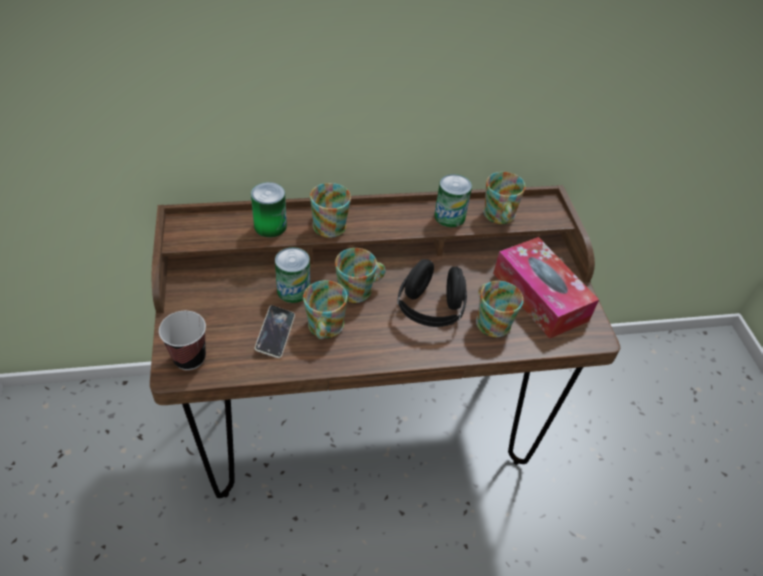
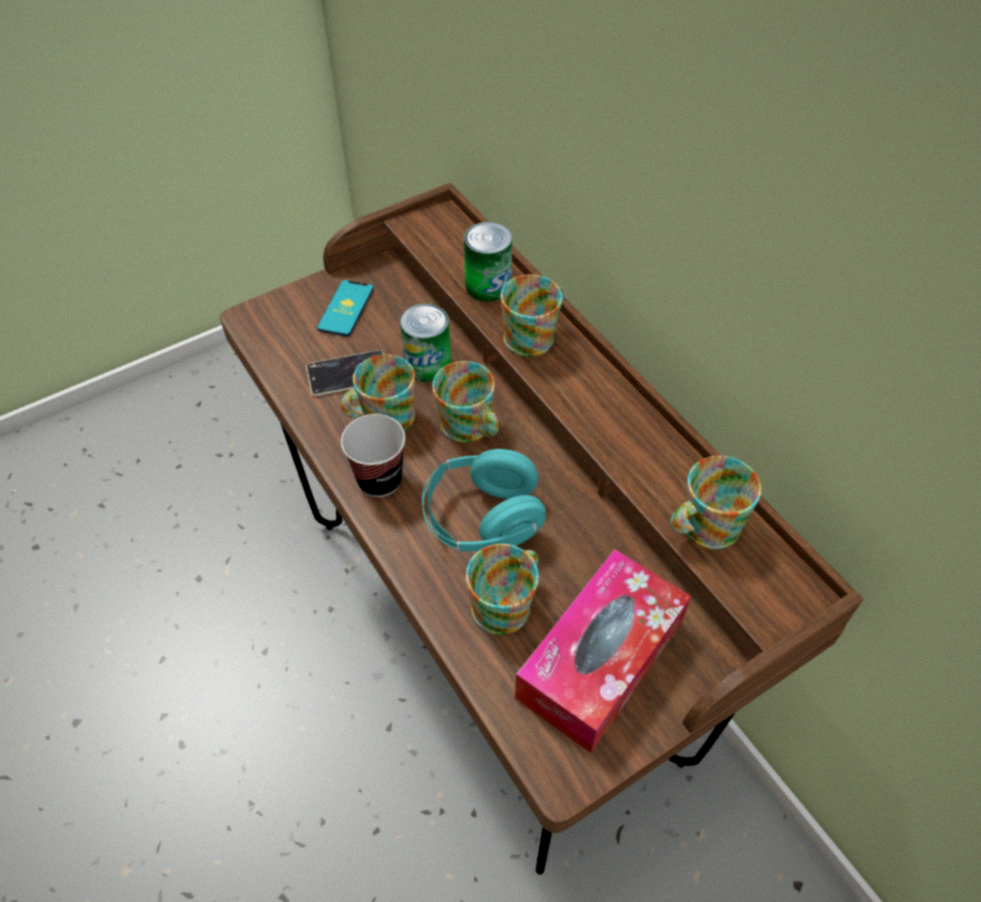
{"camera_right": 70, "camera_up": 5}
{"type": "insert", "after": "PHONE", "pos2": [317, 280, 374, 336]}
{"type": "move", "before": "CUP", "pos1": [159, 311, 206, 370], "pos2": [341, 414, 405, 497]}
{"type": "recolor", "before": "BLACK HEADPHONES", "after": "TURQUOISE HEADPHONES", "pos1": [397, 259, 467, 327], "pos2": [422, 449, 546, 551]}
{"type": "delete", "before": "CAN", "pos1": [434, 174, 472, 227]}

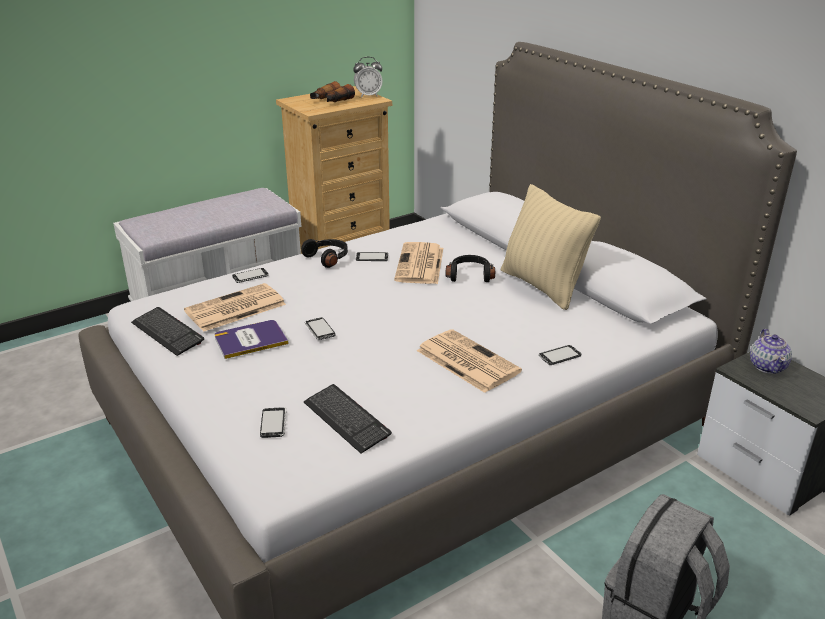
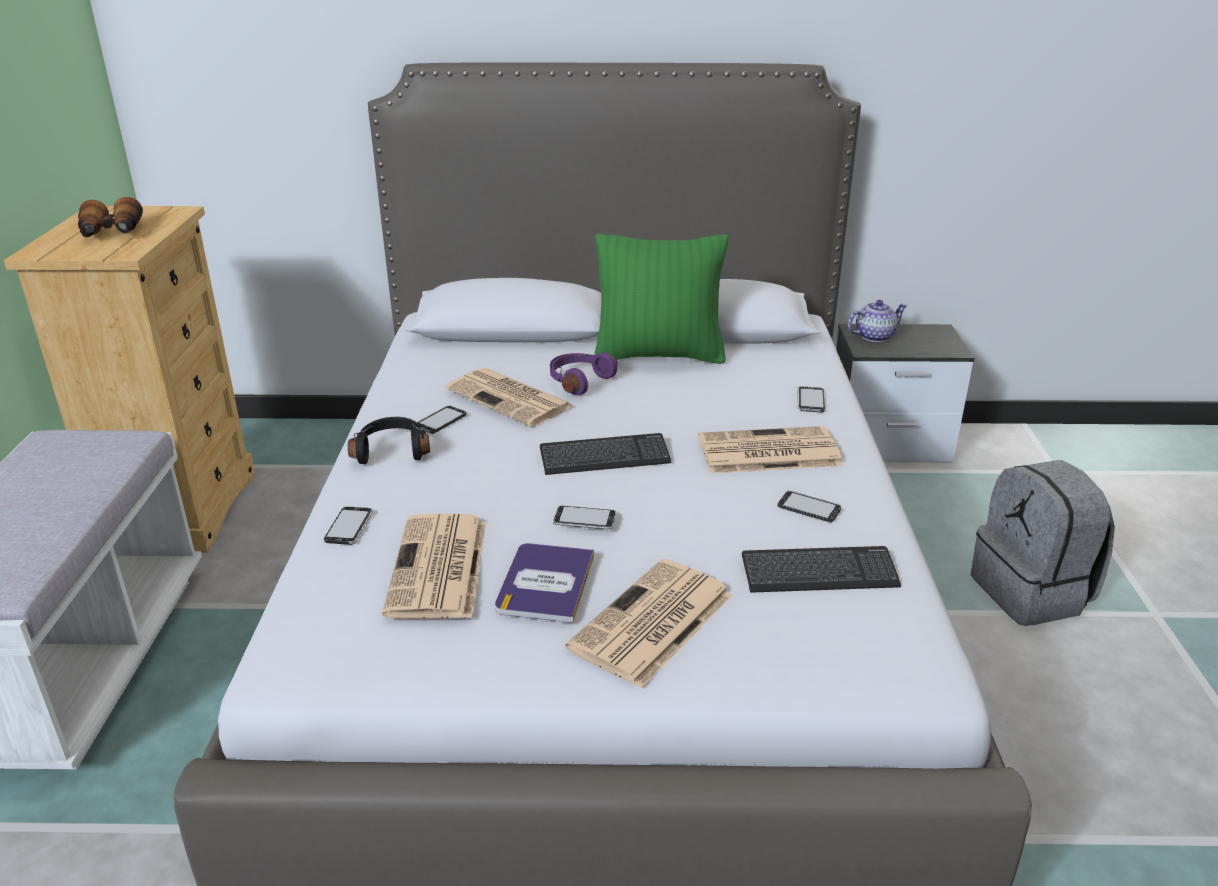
{"camera_right": -55, "camera_up": 0}
{"type": "move", "before": "KEYBOARD", "pos1": [131, 307, 204, 356], "pos2": [540, 433, 671, 475]}
{"type": "recolor", "before": "BLACK HEADPHONES", "after": "PURPLE HEADPHONES", "pos1": [445, 255, 495, 282], "pos2": [550, 352, 618, 396]}
{"type": "insert", "after": "NEWSPAPER", "pos2": [565, 559, 732, 688]}
{"type": "recolor", "before": "BEIGE PILLOW", "after": "GREEN PILLOW", "pos1": [501, 184, 601, 310], "pos2": [594, 234, 728, 364]}
{"type": "move", "before": "PHONE", "pos1": [260, 407, 286, 438], "pos2": [778, 490, 842, 522]}
{"type": "rotate", "before": "TEAPOT", "pos1": [750, 329, 792, 374], "pos2": [848, 300, 907, 342], "turn": -60}
{"type": "delete", "before": "ALARM CLOCK", "pos1": [353, 57, 382, 98]}

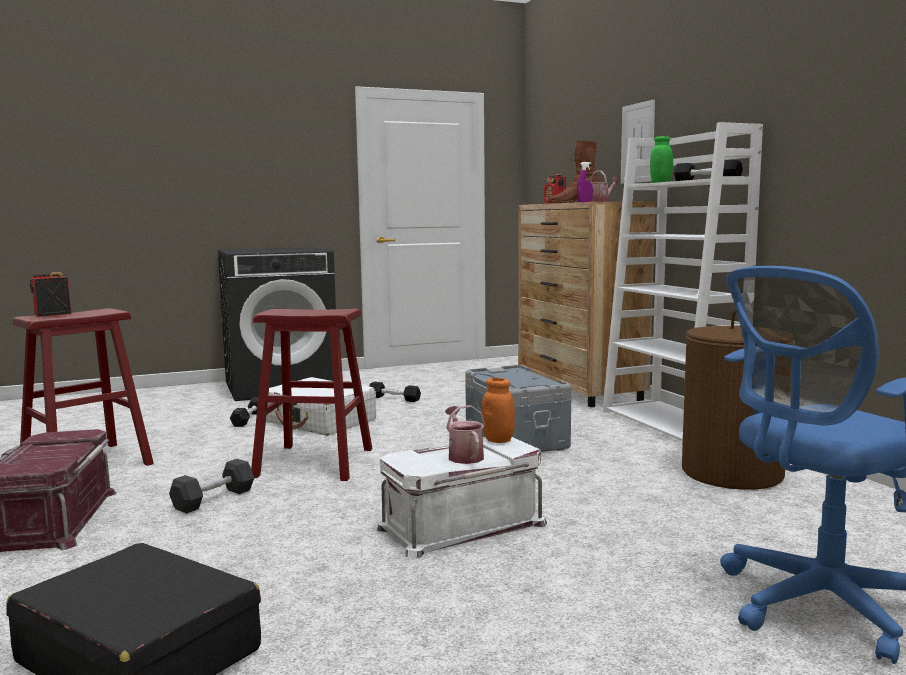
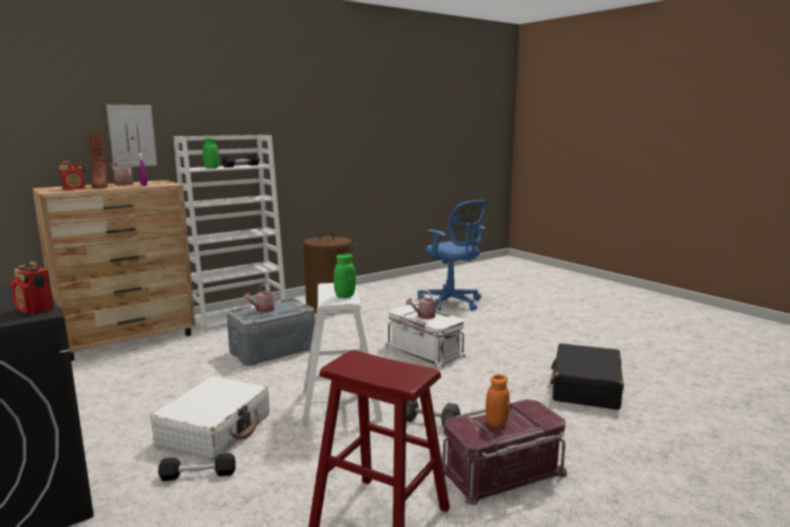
{"camera_right": -105, "camera_up": 5}
{"type": "move", "before": "RADIO", "pos1": [30, 272, 71, 317], "pos2": [10, 261, 54, 314]}
{"type": "insert", "after": "WATERING CAN", "pos2": [243, 284, 280, 313]}
{"type": "recolor", "before": "RED STOOL", "after": "WHITE STOOL", "pos1": [251, 309, 372, 481], "pos2": [302, 283, 383, 427]}
{"type": "insert", "after": "GREEN JAR", "pos2": [334, 254, 356, 298]}
{"type": "move", "before": "ORANGE JAR", "pos1": [482, 378, 515, 443], "pos2": [486, 374, 510, 428]}
{"type": "delete", "before": "BLACK DUMBBELL", "pos1": [369, 382, 421, 402]}

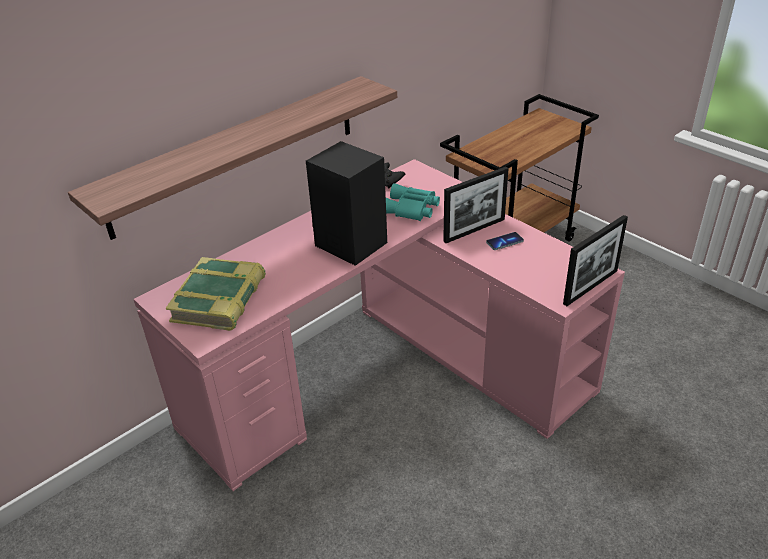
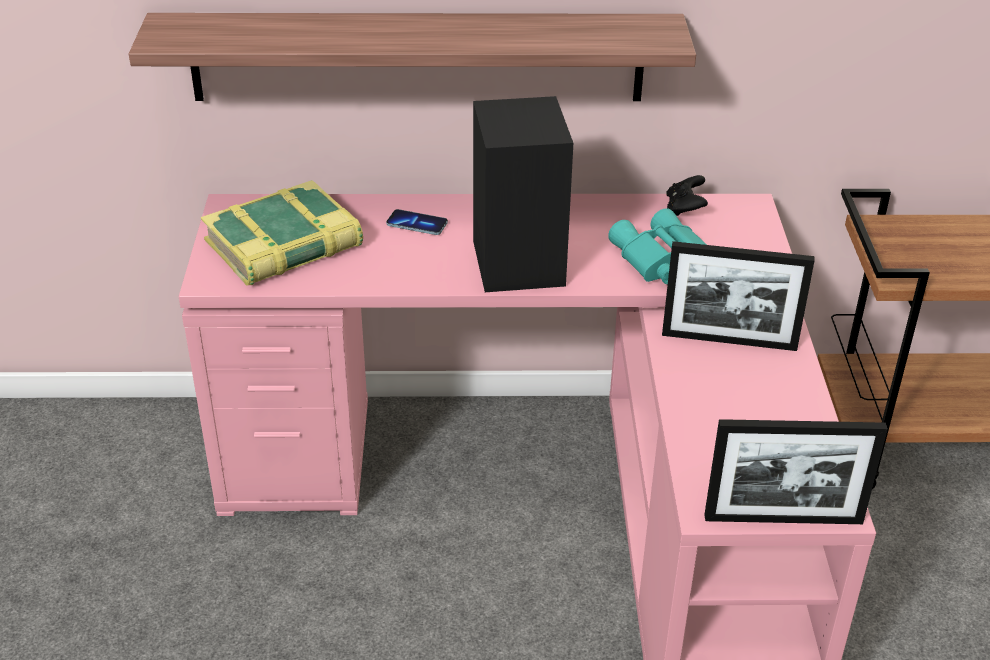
{"camera_right": 40, "camera_up": 0}
{"type": "move", "before": "PHONE", "pos1": [486, 232, 524, 250], "pos2": [386, 209, 448, 235]}

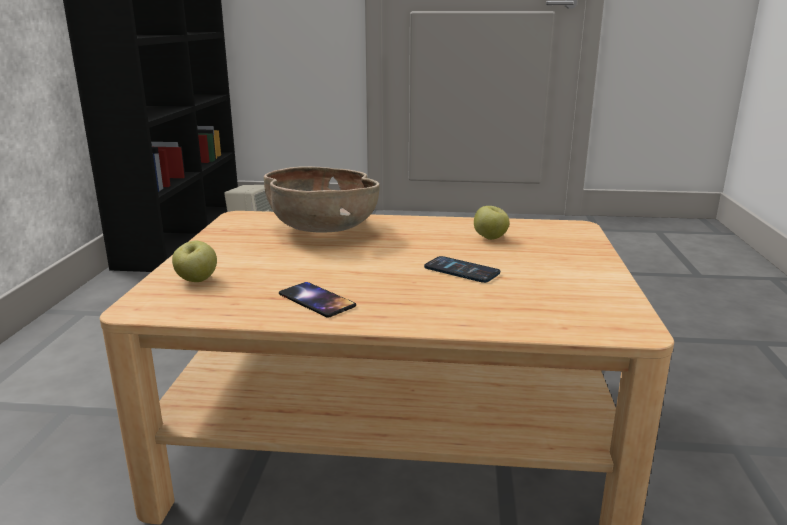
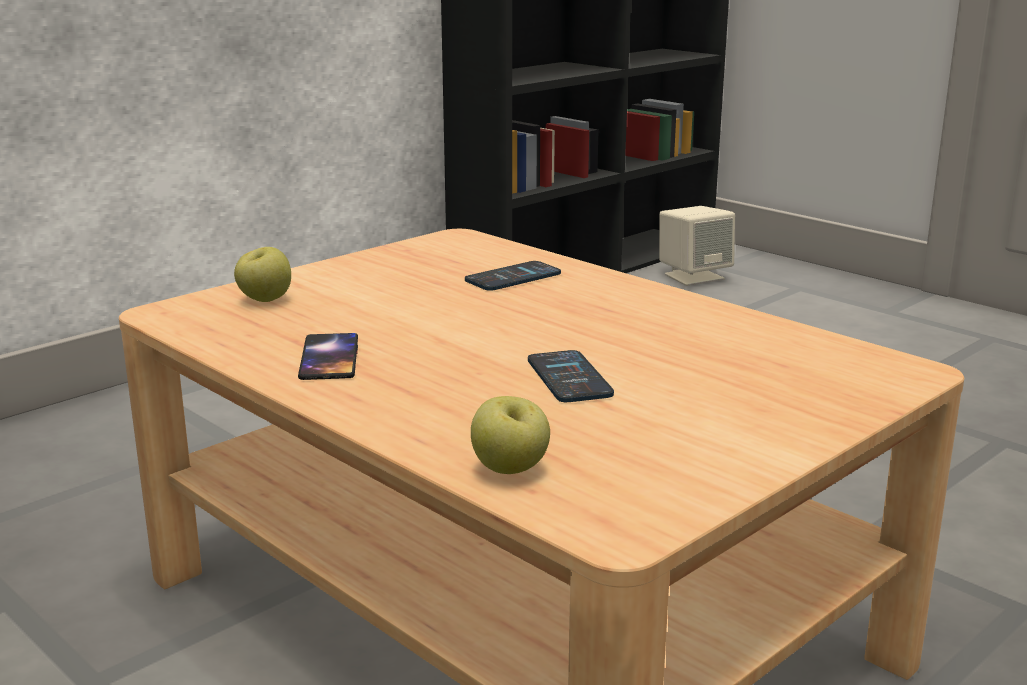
{"camera_right": 40, "camera_up": 0}
{"type": "replace", "before": "BROWN BOWL", "after": "PHONE", "pos1": [264, 166, 380, 232], "pos2": [465, 261, 561, 291]}
{"type": "move", "before": "APPLE", "pos1": [474, 206, 510, 240], "pos2": [471, 396, 550, 474]}

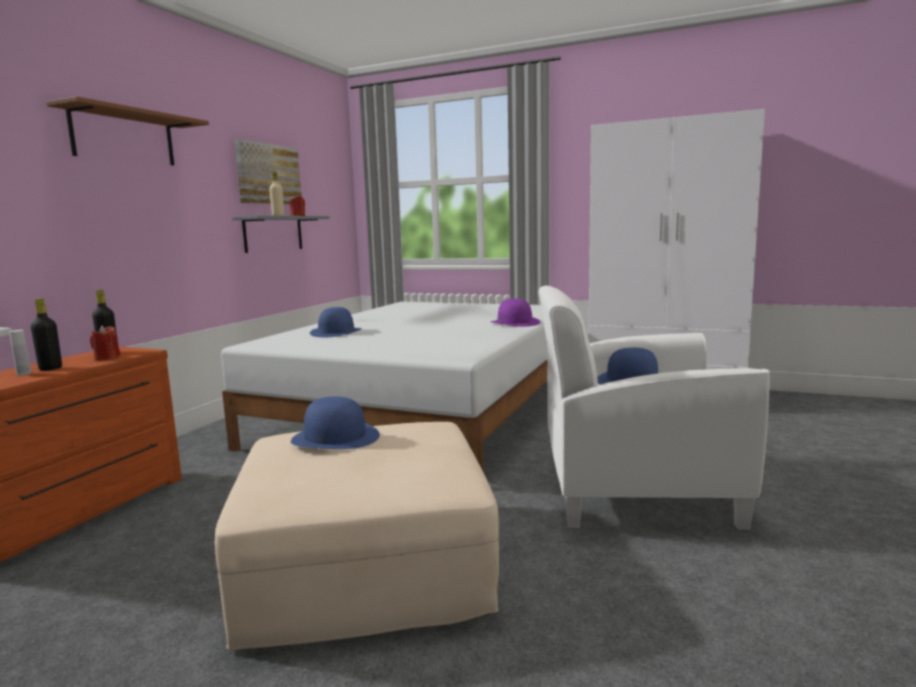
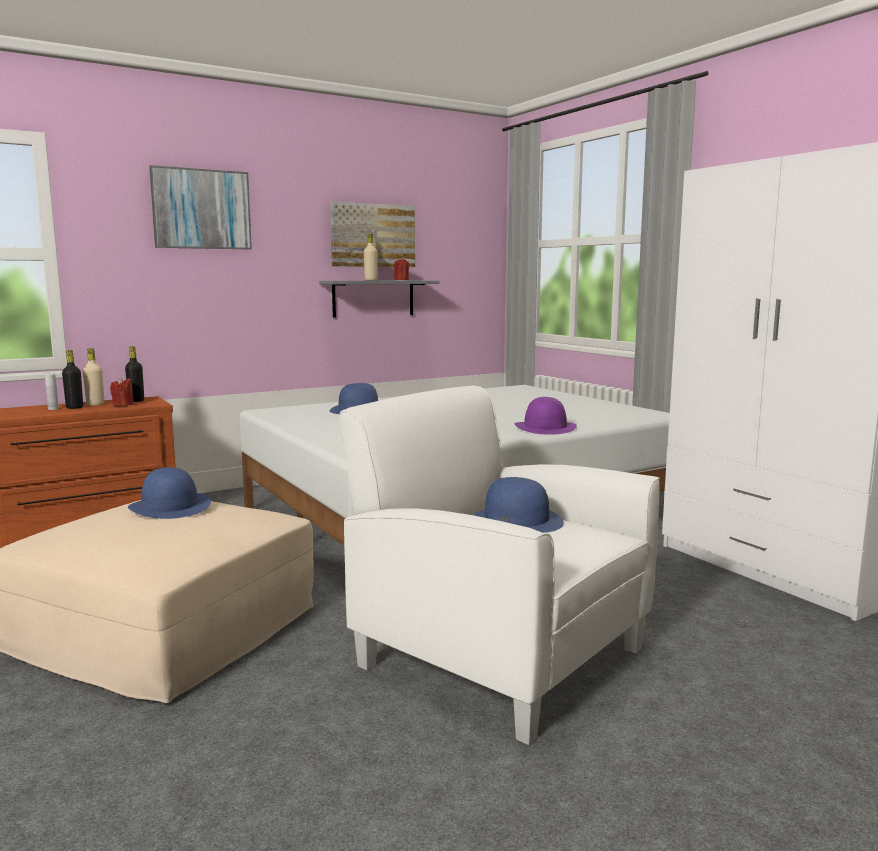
{"camera_right": 35, "camera_up": 0}
{"type": "insert", "after": "BEIGE BOTTLE", "pos2": [83, 348, 104, 406]}
{"type": "replace", "before": "BROWN SHELF", "after": "PICTURE", "pos1": [46, 96, 209, 165], "pos2": [149, 165, 252, 249]}

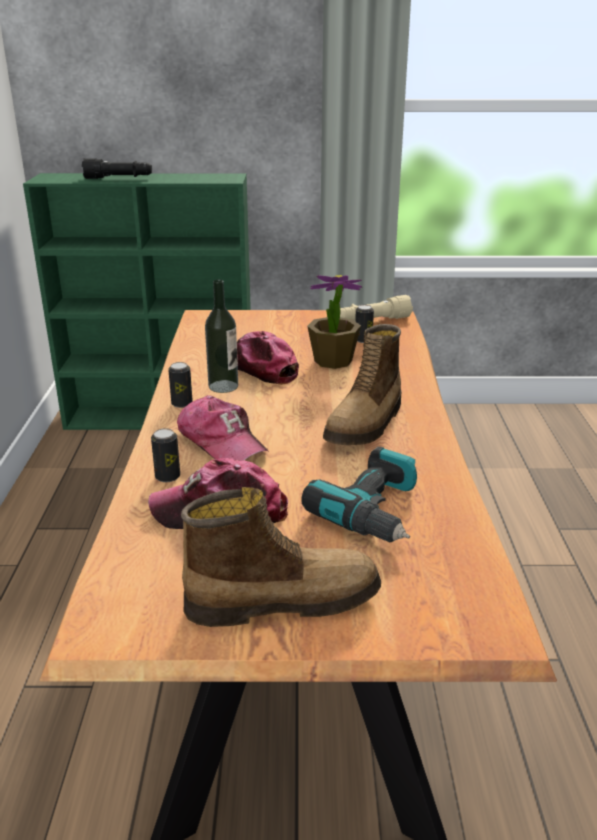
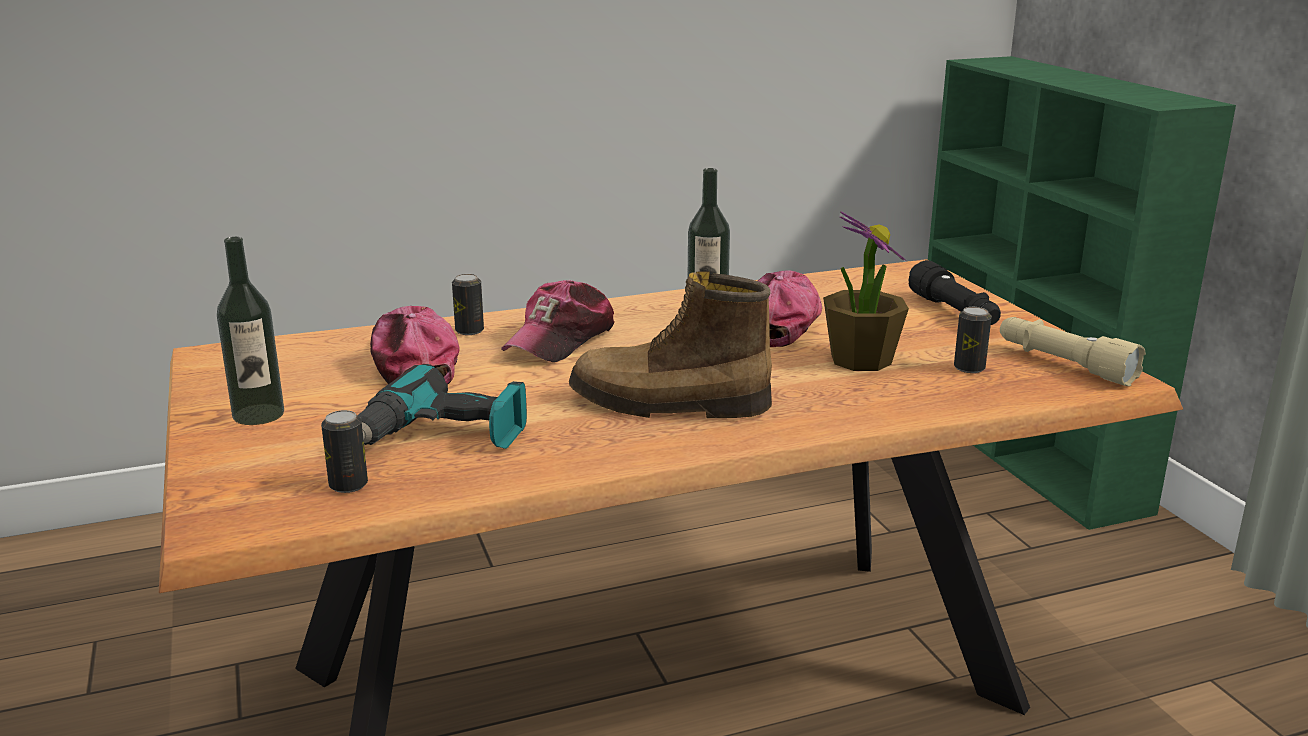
{"camera_right": 70, "camera_up": -5}
{"type": "replace", "before": "BOOT", "after": "BOTTLE", "pos1": [181, 487, 381, 627], "pos2": [217, 237, 284, 425]}
{"type": "move", "before": "CAN", "pos1": [168, 362, 193, 408], "pos2": [321, 410, 368, 493]}
{"type": "move", "before": "BLACK FLASHLIGHT", "pos1": [82, 158, 152, 179], "pos2": [908, 260, 1001, 325]}

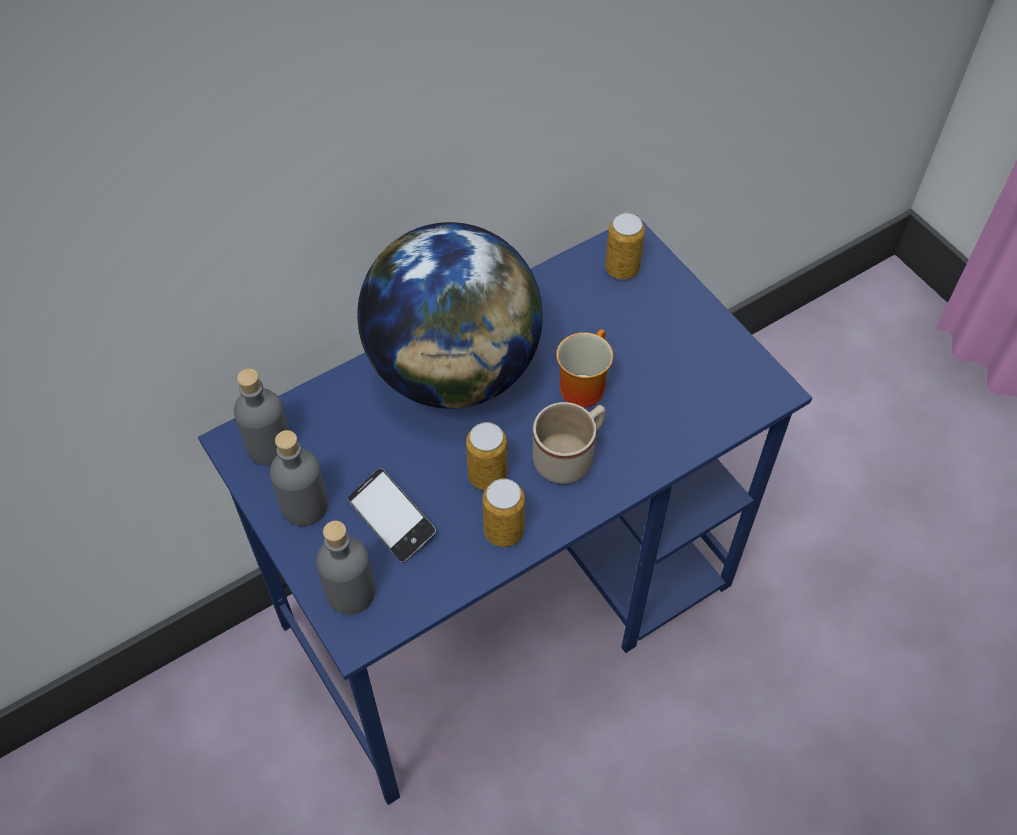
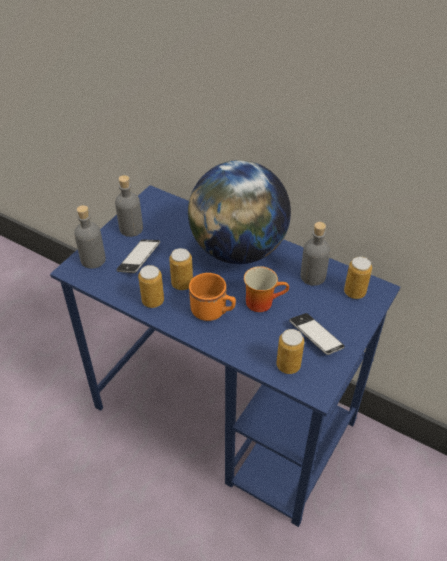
{"camera_right": 65, "camera_up": -10}
{"type": "recolor", "before": "BEIGE MUG", "after": "ORANGE MUG", "pos1": [533, 402, 605, 484], "pos2": [189, 273, 236, 321]}
{"type": "insert", "after": "CAN", "pos2": [276, 329, 305, 374]}
{"type": "insert", "after": "PHONE", "pos2": [289, 313, 345, 355]}
{"type": "move", "before": "GREY BOTTLE", "pos1": [234, 368, 290, 466], "pos2": [301, 222, 330, 286]}

